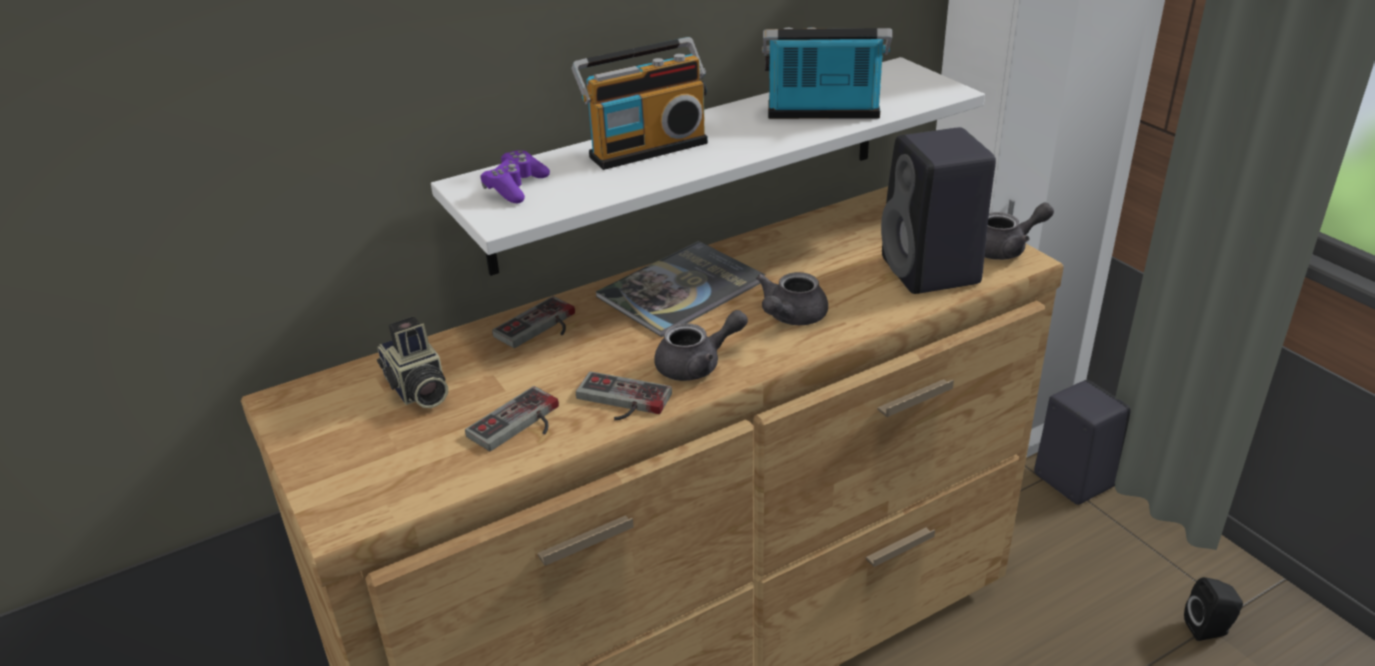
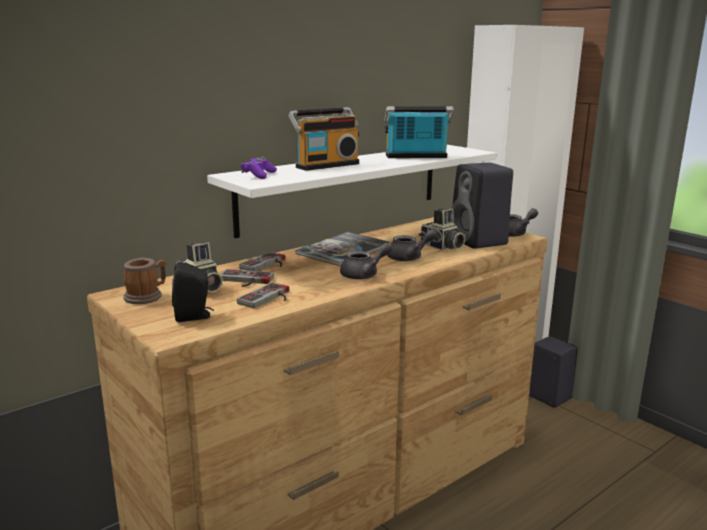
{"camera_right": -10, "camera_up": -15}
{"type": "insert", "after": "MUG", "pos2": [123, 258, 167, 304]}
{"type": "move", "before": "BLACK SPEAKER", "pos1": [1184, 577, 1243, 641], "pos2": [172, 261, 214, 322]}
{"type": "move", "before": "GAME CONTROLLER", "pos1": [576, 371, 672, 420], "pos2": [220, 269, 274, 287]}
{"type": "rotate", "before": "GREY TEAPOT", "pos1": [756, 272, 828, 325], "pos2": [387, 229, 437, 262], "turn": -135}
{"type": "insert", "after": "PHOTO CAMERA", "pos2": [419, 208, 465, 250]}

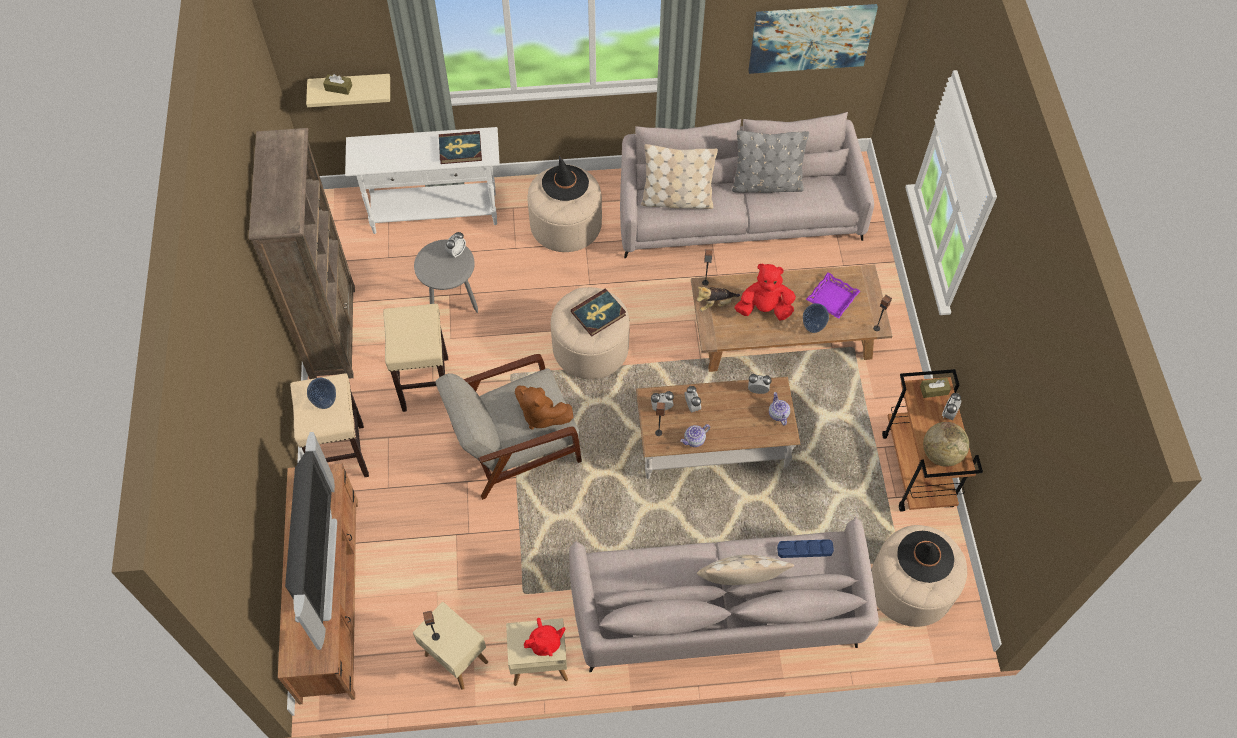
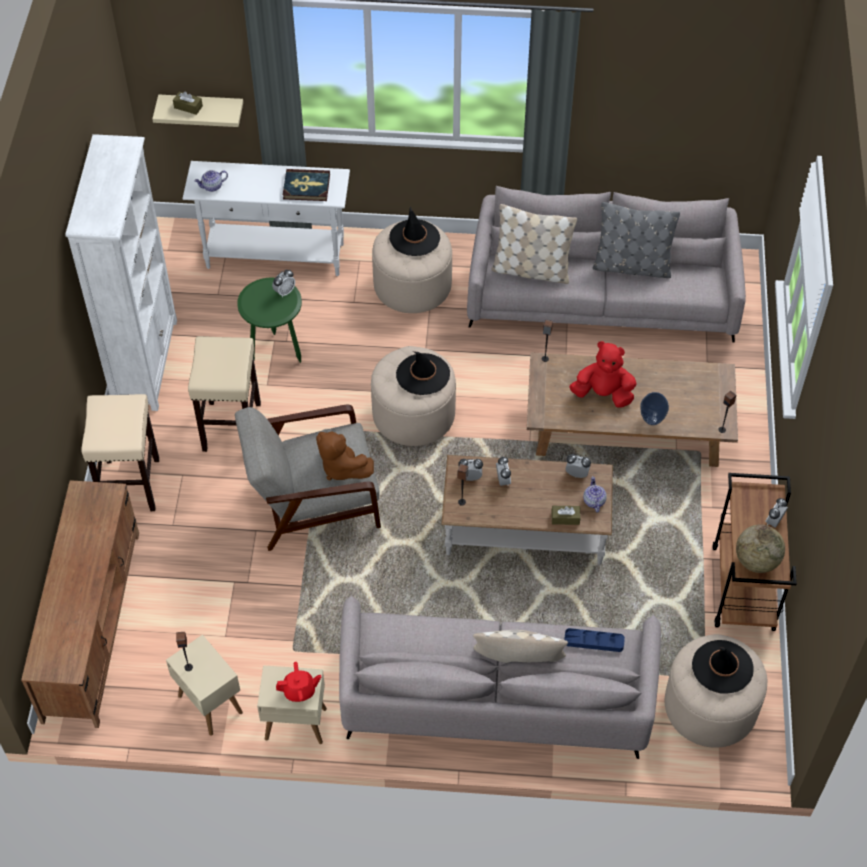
{"camera_right": 10, "camera_up": -5}
{"type": "recolor", "before": "BROWN BOOKCASE", "after": "WHITE BOOKCASE", "pos1": [249, 128, 355, 379], "pos2": [66, 134, 177, 411]}
{"type": "move", "before": "TEAPOT", "pos1": [680, 424, 710, 447], "pos2": [194, 170, 228, 192]}
{"type": "recolor", "before": "GREY SIDE TABLE", "after": "GREEN SIDE TABLE", "pos1": [414, 240, 478, 313], "pos2": [237, 278, 302, 363]}
{"type": "replace", "before": "BOOK", "after": "BLACK HAT", "pos1": [571, 289, 626, 336], "pos2": [396, 351, 450, 395]}
{"type": "move", "before": "BROWN TISSUE BOX", "pos1": [920, 378, 951, 398], "pos2": [551, 506, 581, 525]}
{"type": "delete", "before": "TELEVISION", "pos1": [285, 432, 337, 650]}
{"type": "delete", "before": "VASE", "pos1": [307, 378, 336, 409]}
{"type": "delete", "before": "PLUSH TOY", "pos1": [697, 287, 740, 311]}
{"type": "delete", "before": "PICTURE", "pos1": [748, 4, 878, 74]}
{"type": "delete", "before": "PURPLE TRAY", "pos1": [806, 272, 860, 319]}

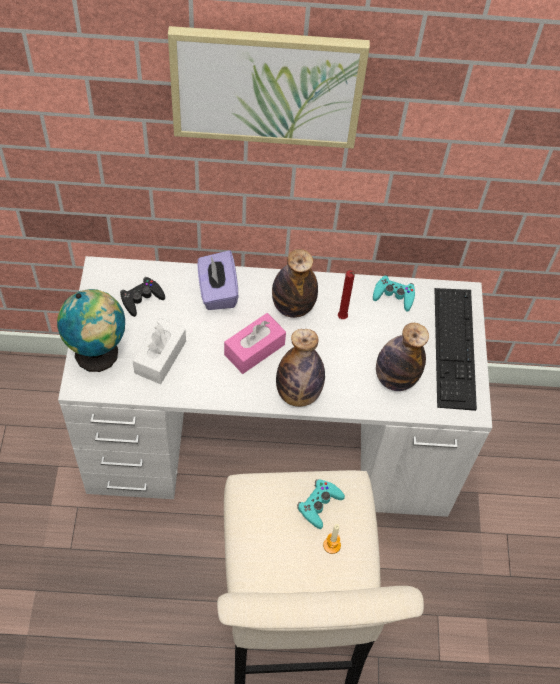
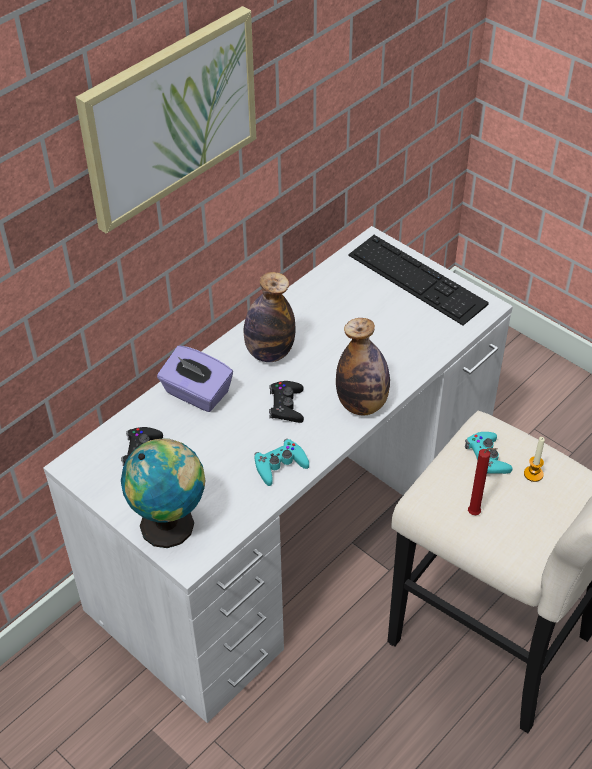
{"camera_right": -45, "camera_up": -10}
{"type": "move", "before": "TURQUOISE GAME CONTROLLER", "pos1": [373, 275, 415, 312], "pos2": [254, 439, 309, 486]}
{"type": "replace", "before": "PINK TISSUE BOX", "after": "BLACK GAME CONTROLLER", "pos1": [224, 313, 286, 374], "pos2": [269, 381, 304, 423]}
{"type": "move", "before": "RED CANDLE", "pos1": [338, 270, 355, 319], "pos2": [468, 448, 497, 515]}
{"type": "delete", "before": "WHITE TISSUE BOX", "pos1": [132, 318, 186, 384]}
{"type": "delete", "before": "BOTTLE", "pos1": [376, 323, 429, 391]}

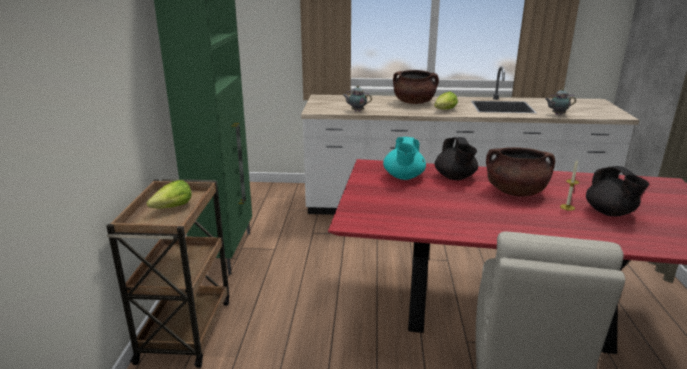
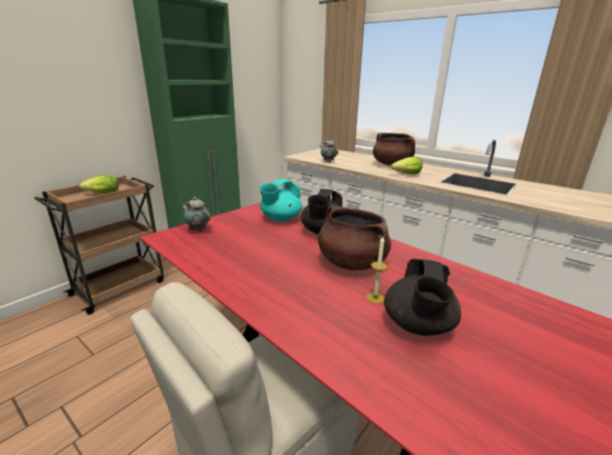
{"camera_right": 35, "camera_up": 0}
{"type": "move", "before": "TEAPOT", "pos1": [545, 89, 576, 115], "pos2": [182, 197, 211, 231]}

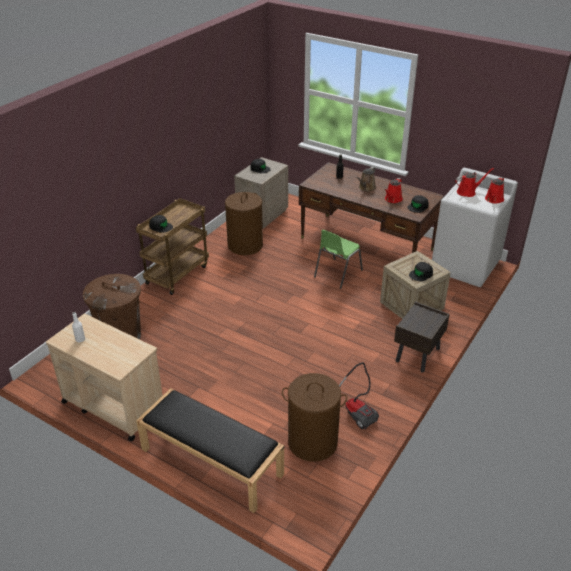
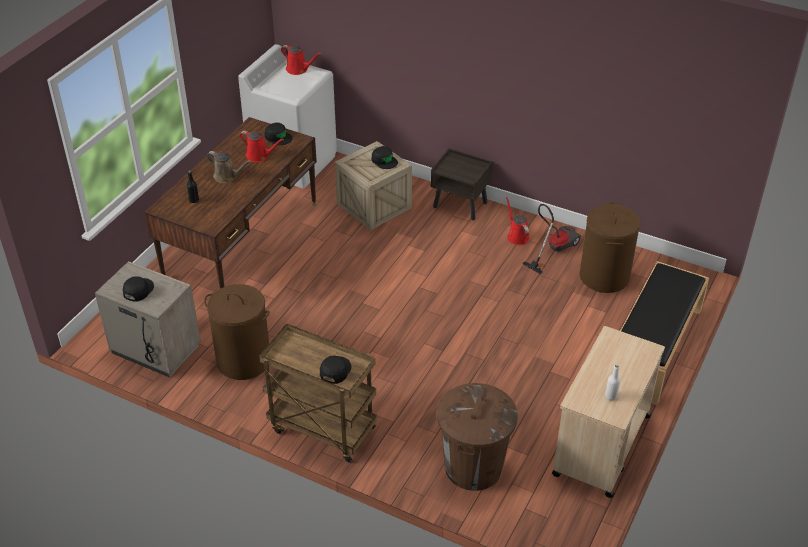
{"camera_right": -95, "camera_up": 5}
{"type": "move", "before": "RED WATERING CAN", "pos1": [455, 168, 494, 197], "pos2": [506, 197, 530, 245]}
{"type": "delete", "before": "GREEN CHAIR", "pos1": [314, 230, 363, 289]}

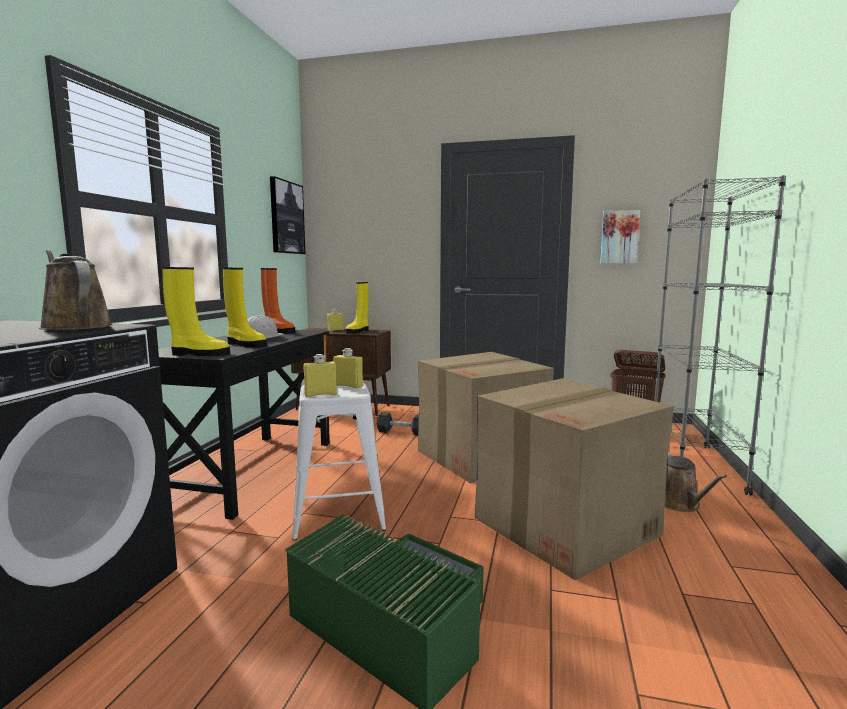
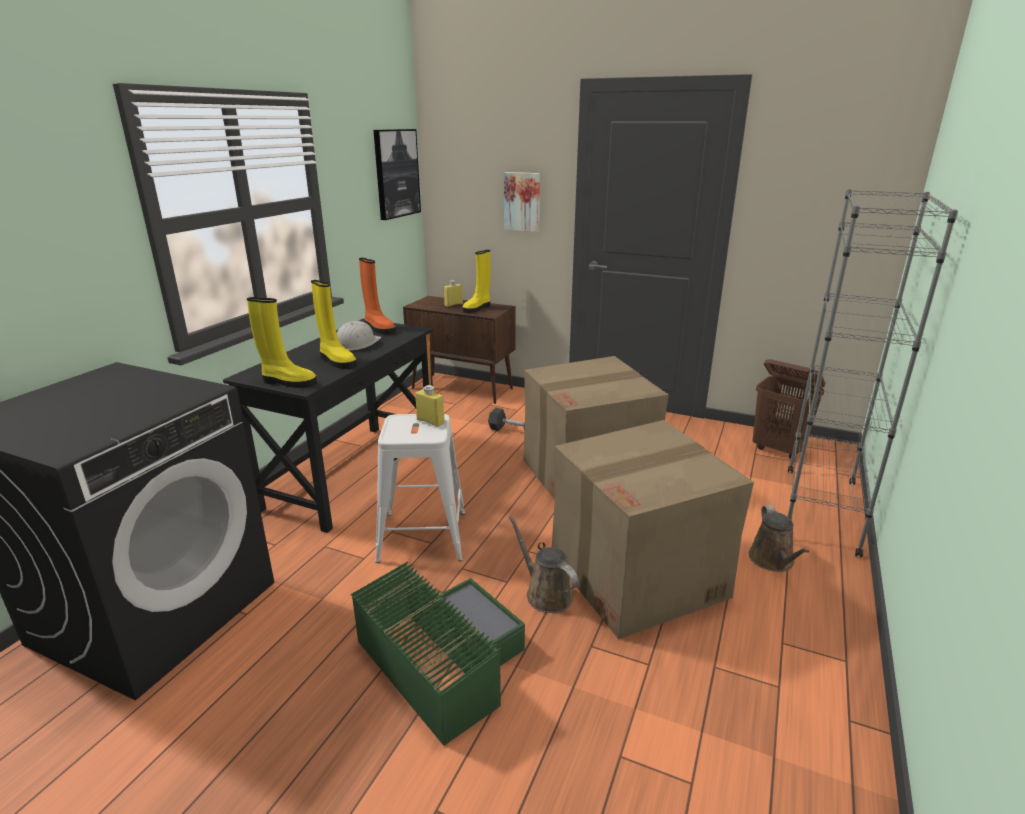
{"camera_right": 10, "camera_up": 15}
{"type": "move", "before": "PICTURE", "pos1": [600, 210, 640, 264], "pos2": [504, 172, 540, 232]}
{"type": "move", "before": "BROWN WATERING CAN", "pos1": [39, 249, 112, 330], "pos2": [509, 515, 579, 613]}
{"type": "delete", "before": "YELLOW BOTTLE", "pos1": [303, 354, 337, 397]}

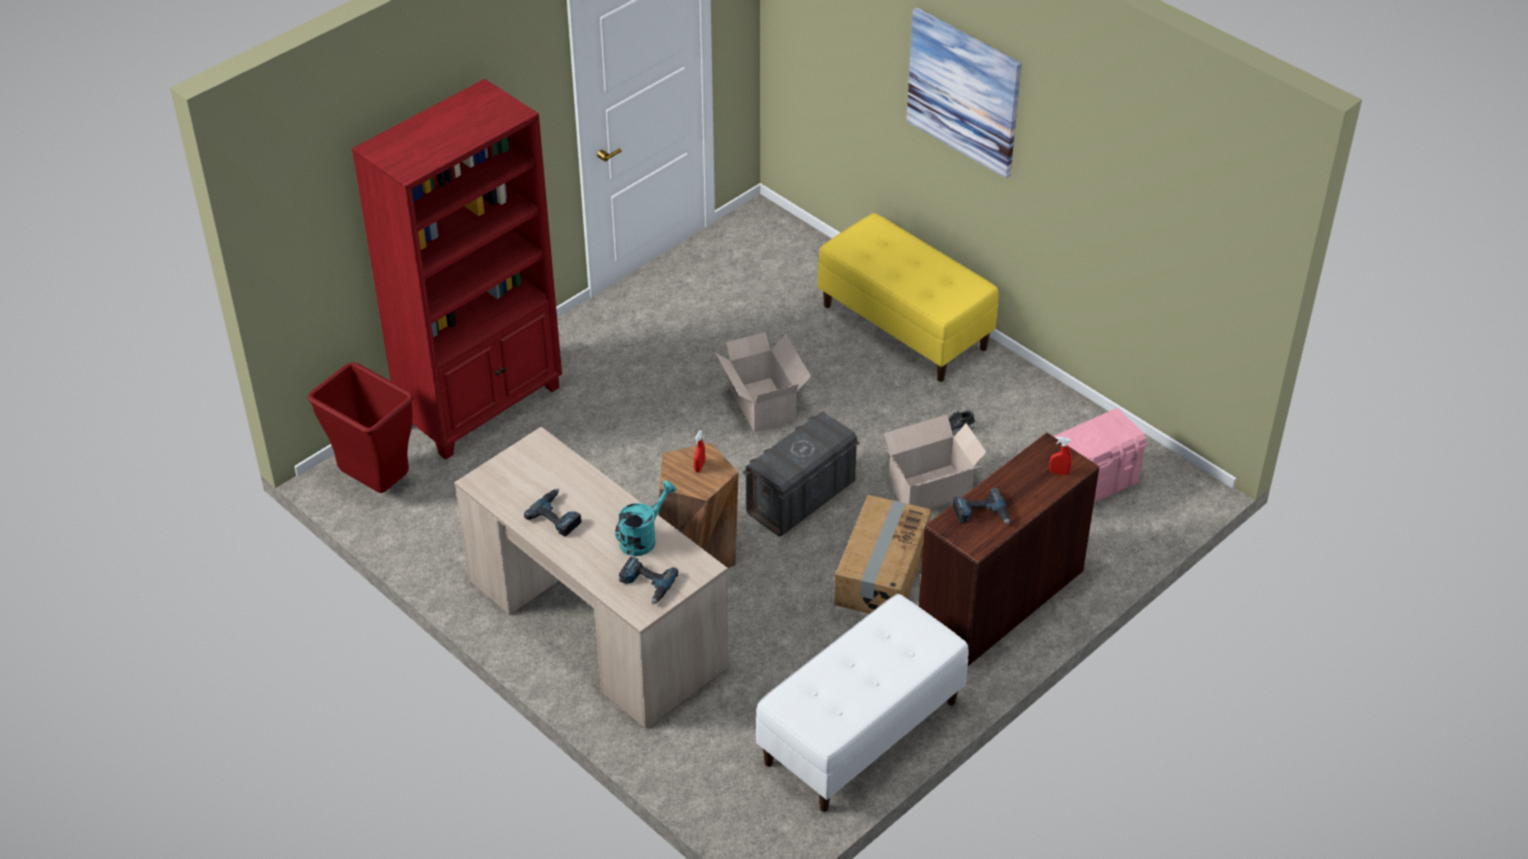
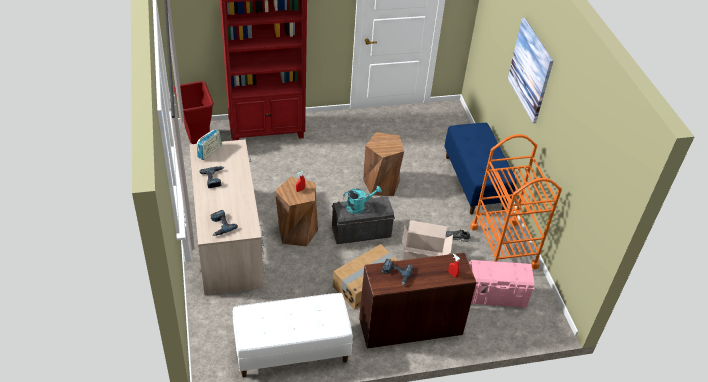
{"camera_right": 30, "camera_up": 0}
{"type": "insert", "after": "RADIO", "pos2": [197, 129, 222, 160]}
{"type": "move", "before": "TURQUOISE WATERING CAN", "pos1": [615, 481, 676, 556], "pos2": [343, 186, 382, 214]}
{"type": "replace", "before": "CARDBOARD BOX", "after": "BROWN STOOL", "pos1": [715, 332, 811, 432], "pos2": [363, 132, 404, 196]}
{"type": "recolor", "before": "YELLOW BENCH", "after": "BLUE BENCH", "pos1": [818, 213, 999, 382], "pos2": [444, 123, 517, 214]}
{"type": "insert", "after": "ORANGE CART", "pos2": [470, 134, 562, 270]}

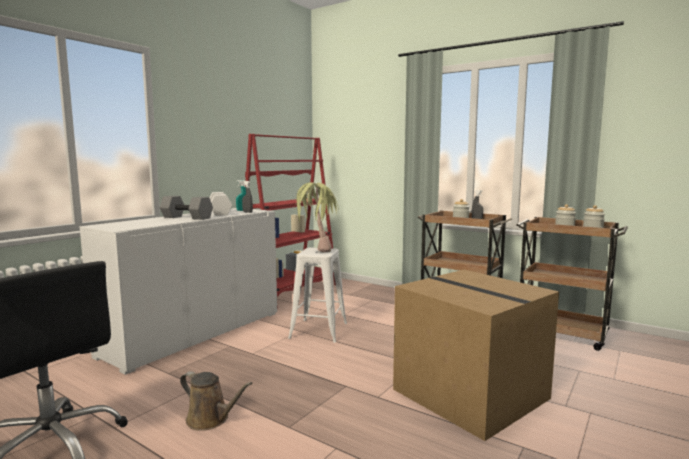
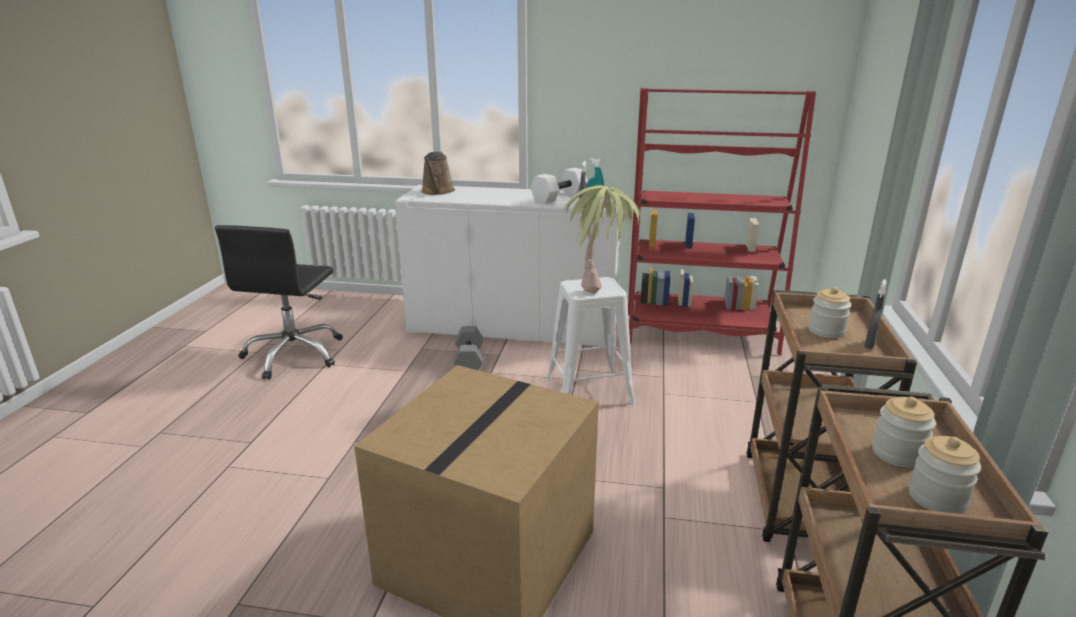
{"camera_right": 65, "camera_up": 15}
{"type": "move", "before": "BROWN WATERING CAN", "pos1": [180, 371, 253, 431], "pos2": [421, 152, 455, 195]}
{"type": "move", "before": "GREY DUMBBELL", "pos1": [160, 196, 213, 220], "pos2": [454, 326, 483, 370]}

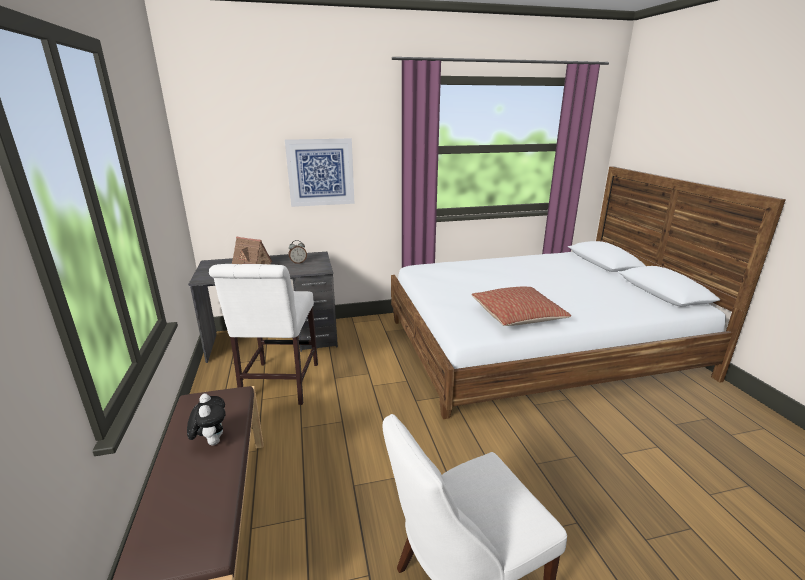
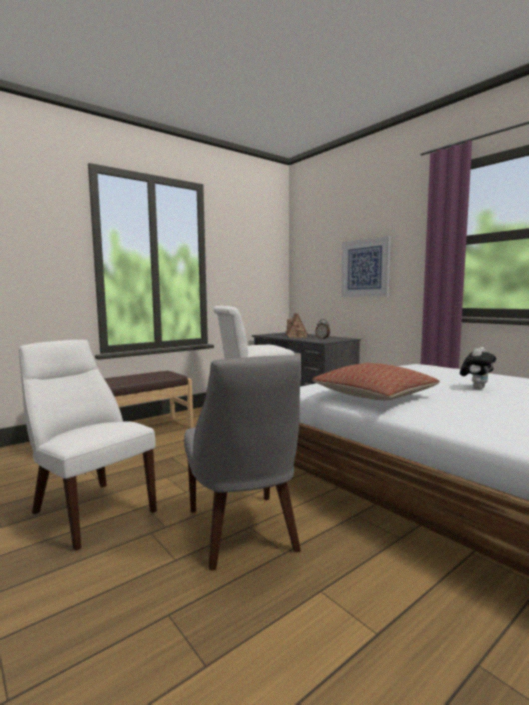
{"camera_right": 65, "camera_up": -15}
{"type": "insert", "after": "GREY CHAIR", "pos2": [184, 355, 301, 571]}
{"type": "move", "before": "PLUSH TOY", "pos1": [187, 394, 226, 446], "pos2": [460, 347, 496, 389]}

